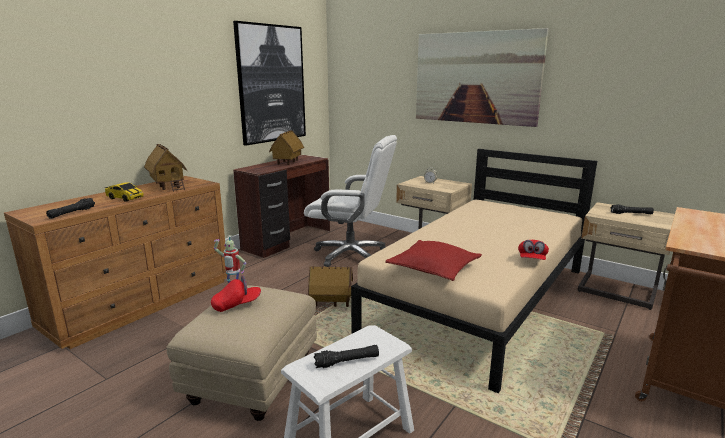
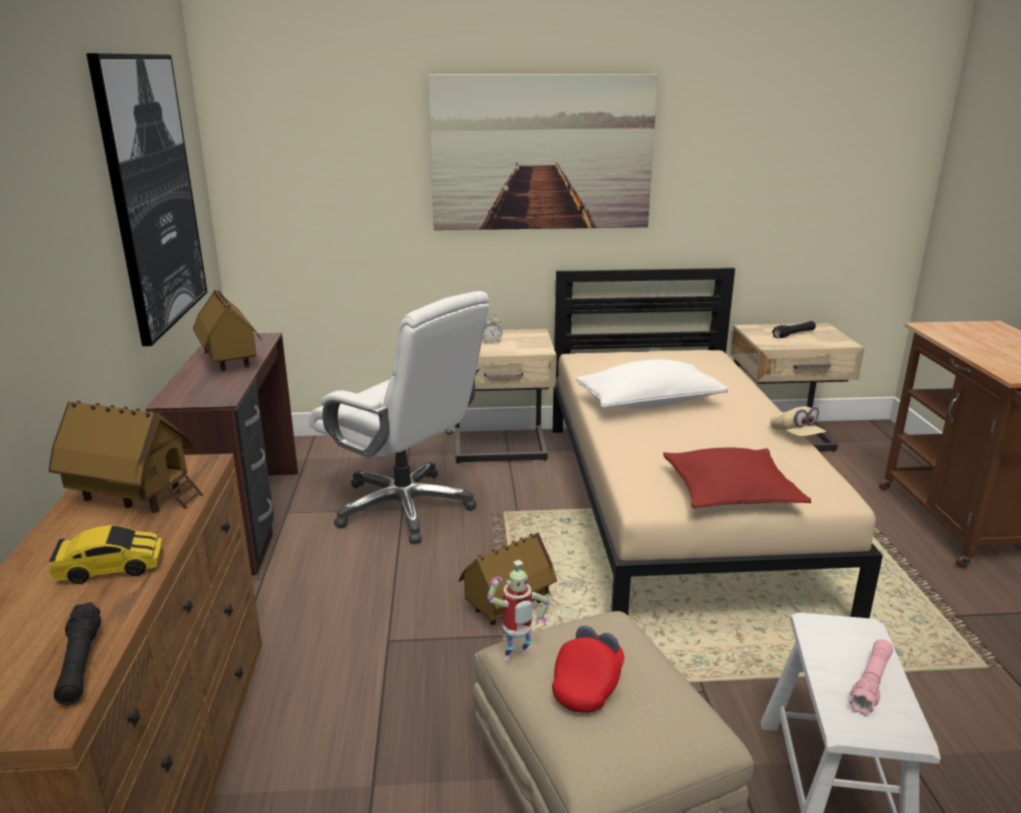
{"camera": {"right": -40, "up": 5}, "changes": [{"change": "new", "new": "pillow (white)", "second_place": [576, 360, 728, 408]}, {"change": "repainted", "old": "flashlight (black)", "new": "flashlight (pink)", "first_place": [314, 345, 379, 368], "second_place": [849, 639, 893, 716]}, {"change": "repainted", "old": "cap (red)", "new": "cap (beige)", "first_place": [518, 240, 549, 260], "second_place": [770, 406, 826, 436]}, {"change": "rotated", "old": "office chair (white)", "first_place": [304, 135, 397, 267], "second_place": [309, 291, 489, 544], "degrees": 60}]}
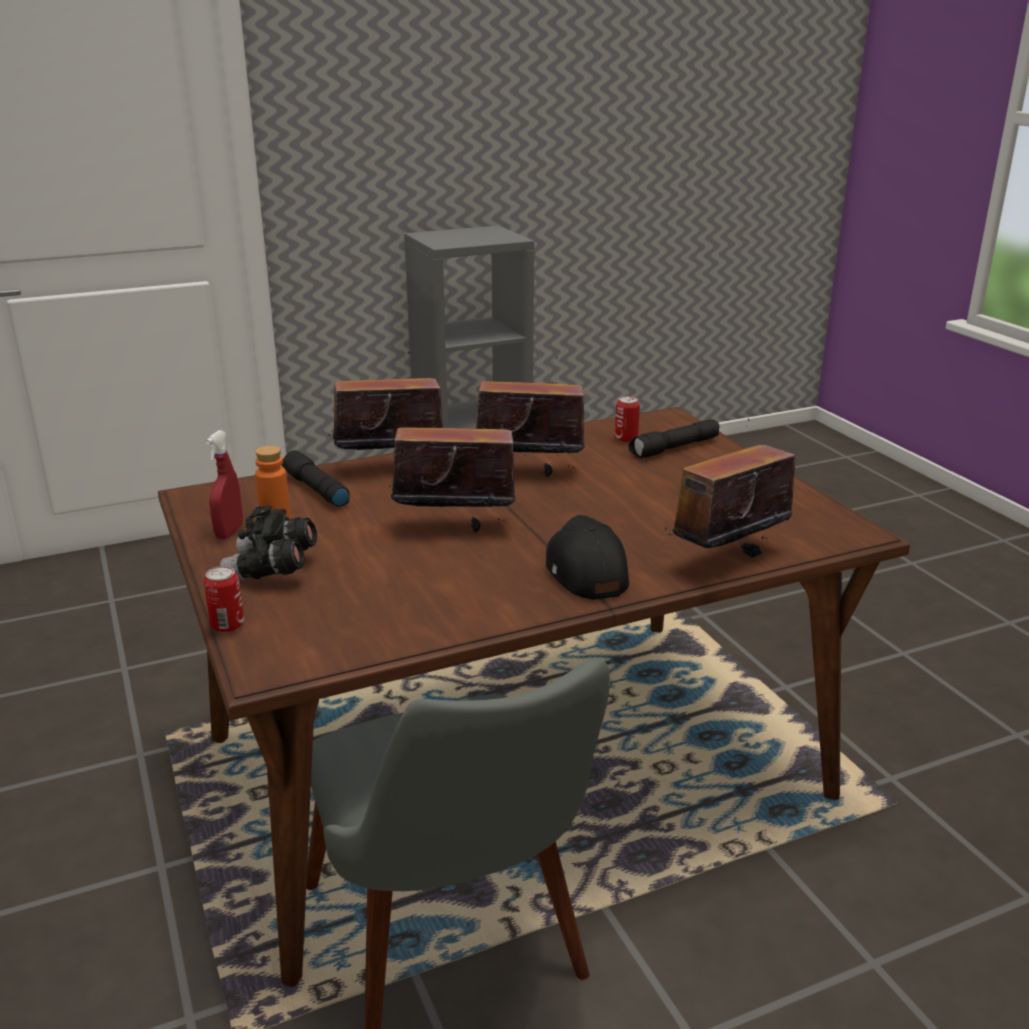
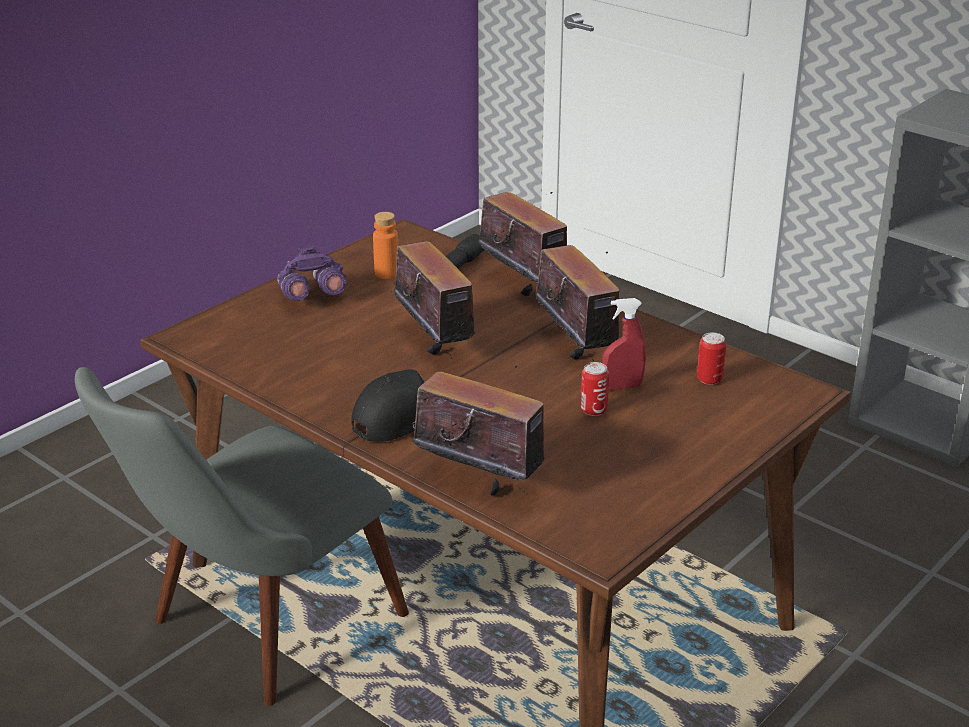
{"camera": {"right": 65, "up": 5}, "changes": [{"change": "gone", "old": "flashlight (black)", "first_place": [629, 419, 720, 458]}, {"change": "shifted", "old": "can", "first_place": [204, 566, 244, 633], "second_place": [580, 362, 609, 416]}, {"change": "shifted", "old": "spray bottle (red)", "first_place": [206, 430, 243, 539], "second_place": [602, 298, 646, 390]}, {"change": "repainted", "old": "binoculars (black)", "new": "binoculars (purple)", "first_place": [220, 505, 317, 580], "second_place": [277, 246, 347, 301]}]}
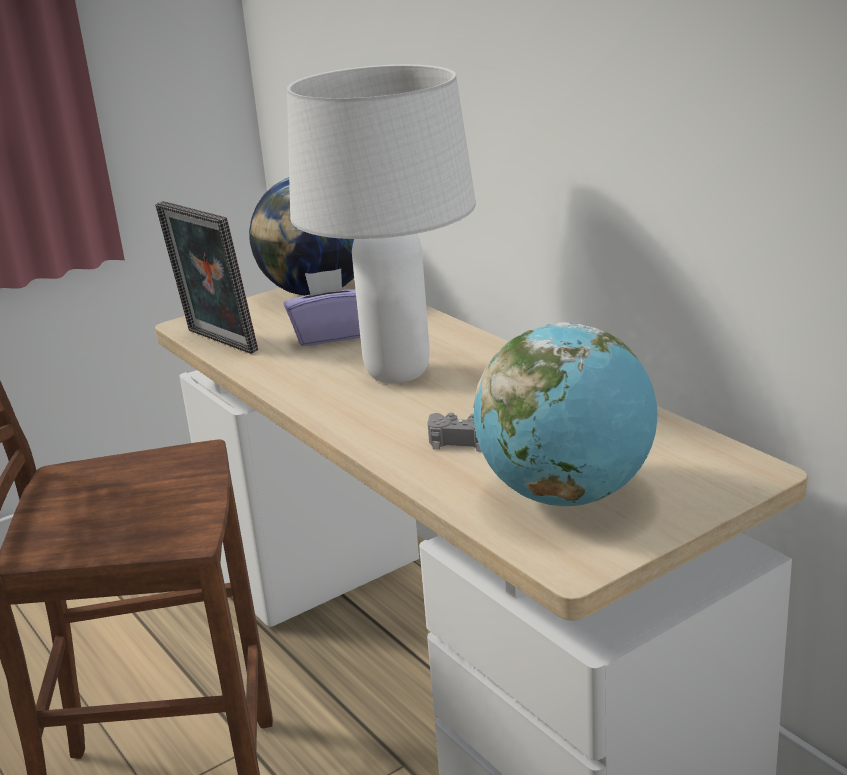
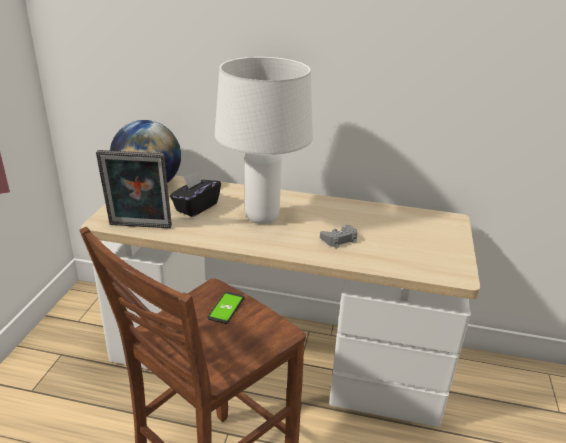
{"camera": {"right": -45, "up": 5}, "changes": [{"change": "gone", "old": "globe", "first_place": [474, 322, 657, 506]}, {"change": "new", "new": "phone", "second_place": [207, 292, 244, 324]}, {"change": "repainted", "old": "tissue box (purple)", "new": "tissue box (black)", "first_place": [284, 269, 360, 346], "second_place": [170, 170, 221, 217]}]}
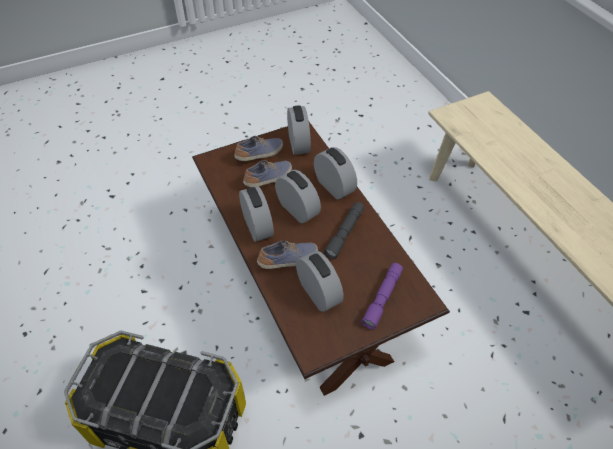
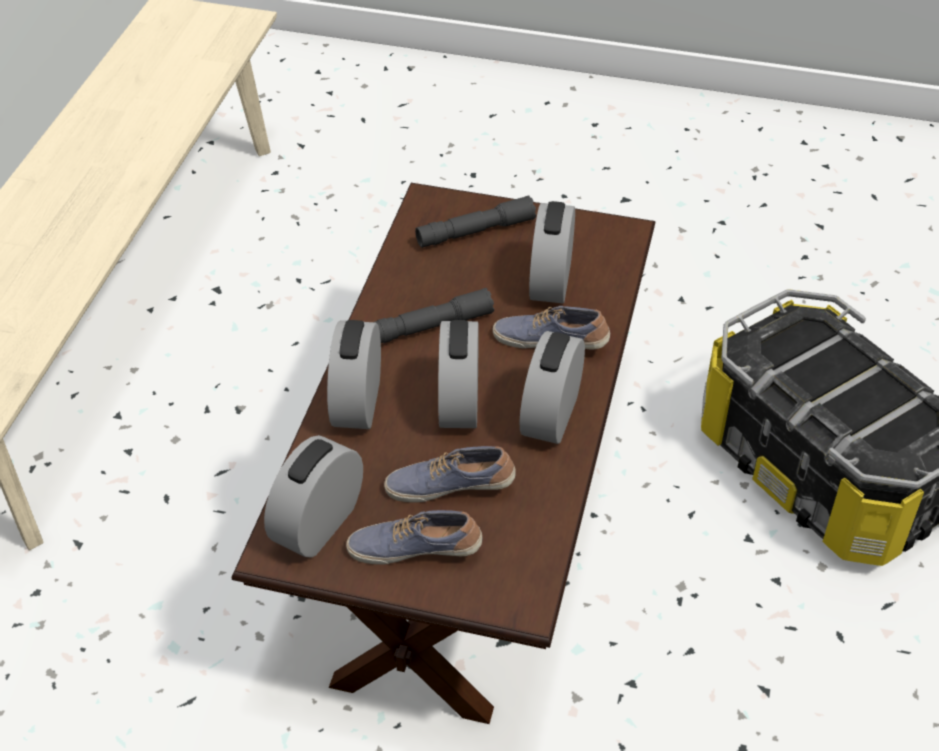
{"camera": {"right": -140, "up": -5}, "changes": [{"change": "repainted", "old": "flashlight (purple)", "new": "flashlight (grey)", "first_place": [361, 263, 403, 330], "second_place": [415, 195, 536, 248]}]}
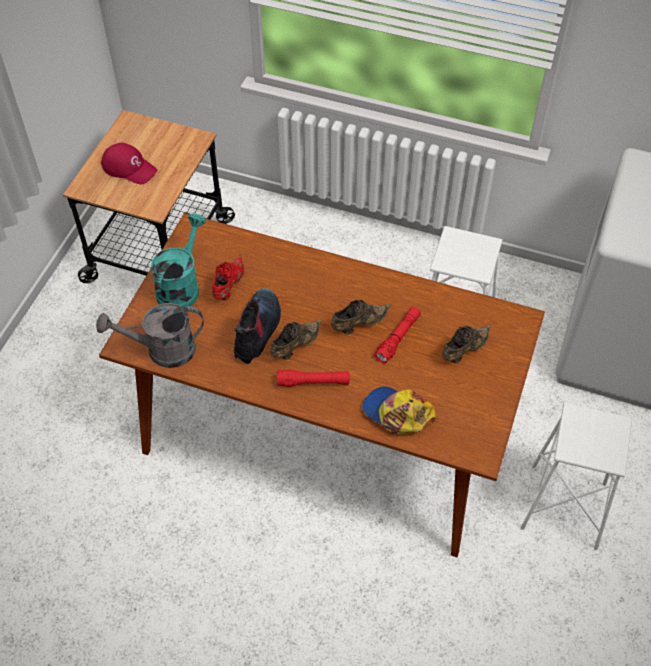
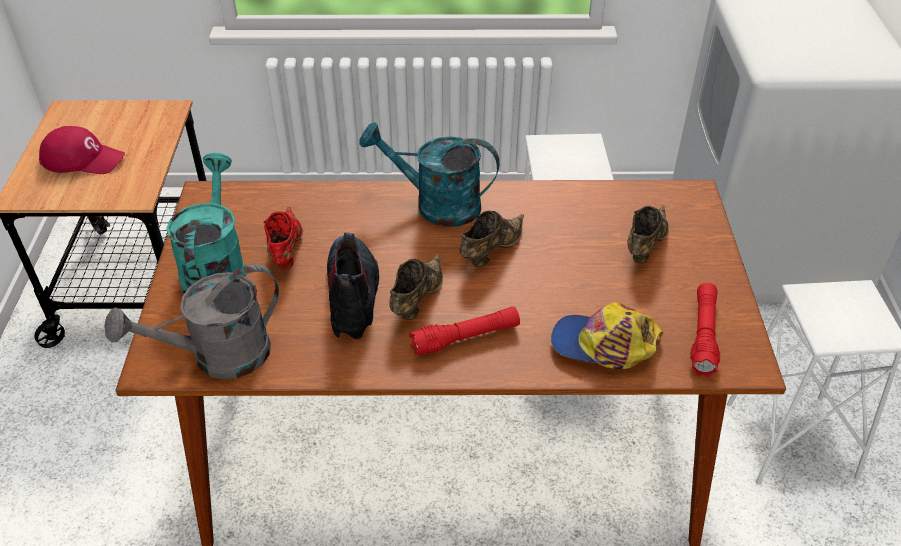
{"camera": {"right": -20, "up": -10}, "changes": [{"change": "new", "new": "watering can (turquoise)", "second_place": [359, 122, 499, 227]}, {"change": "shifted", "old": "flashlight (red)", "first_place": [374, 307, 421, 364], "second_place": [690, 283, 720, 377]}]}
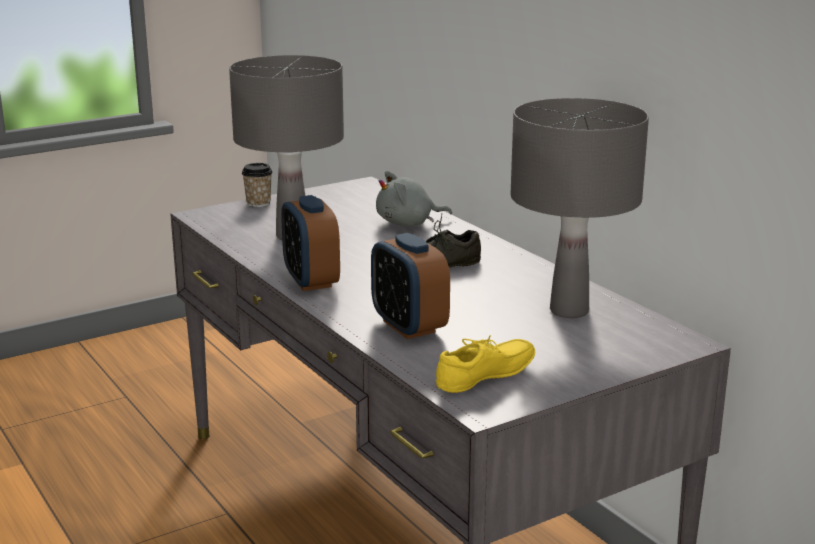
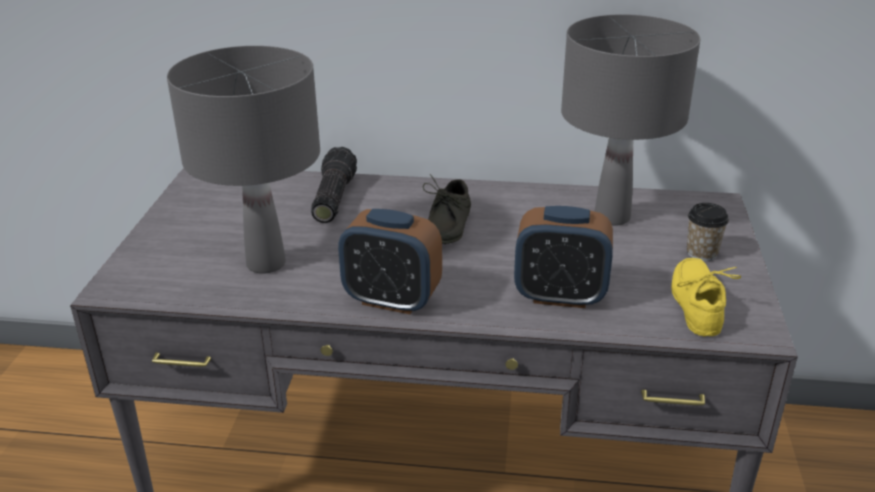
{"camera": {"right": -50, "up": 10}, "changes": [{"change": "shifted", "old": "cup", "first_place": [242, 163, 273, 207], "second_place": [687, 203, 729, 261]}, {"change": "swapped", "old": "plush toy (grey)", "new": "flashlight", "first_place": [376, 171, 452, 226], "second_place": [311, 147, 357, 223]}]}
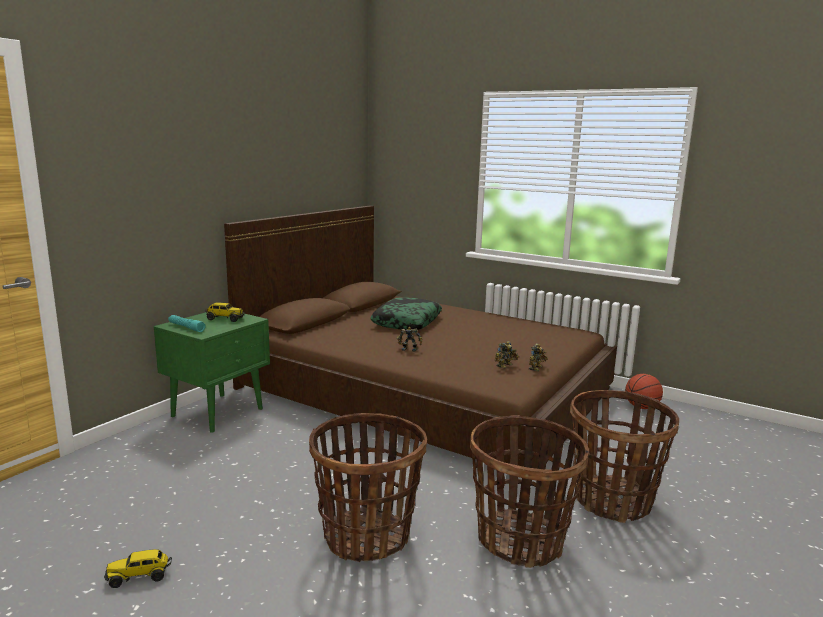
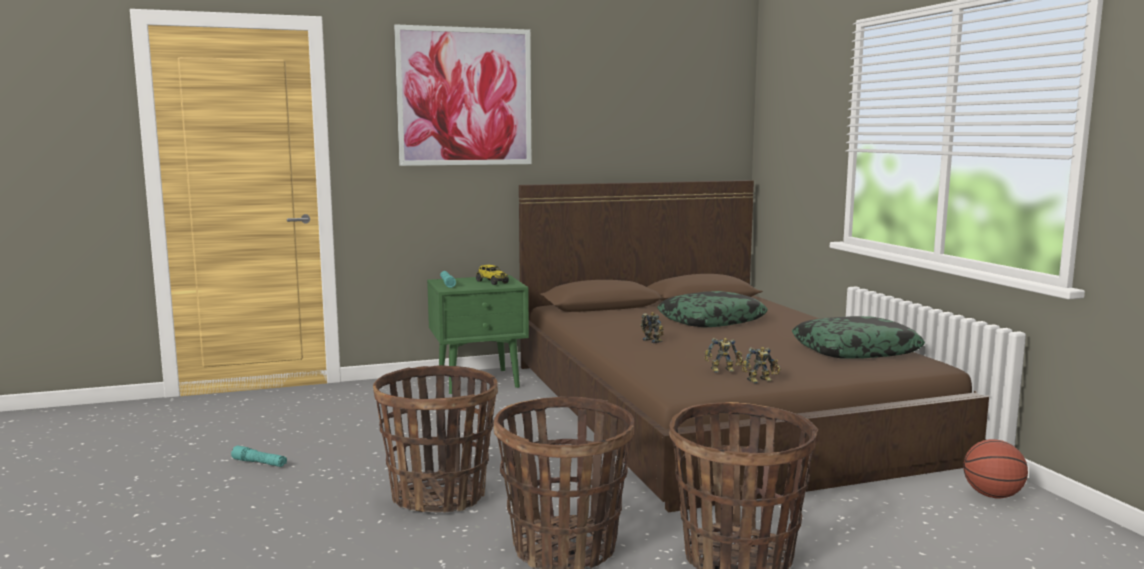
{"camera": {"right": 40, "up": -5}, "changes": [{"change": "new", "new": "picture", "second_place": [394, 24, 532, 166]}, {"change": "new", "new": "pillow", "second_place": [792, 316, 925, 359]}, {"change": "swapped", "old": "toy truck", "new": "flashlight (turquoise)", "first_place": [104, 549, 172, 588], "second_place": [231, 445, 287, 467]}]}
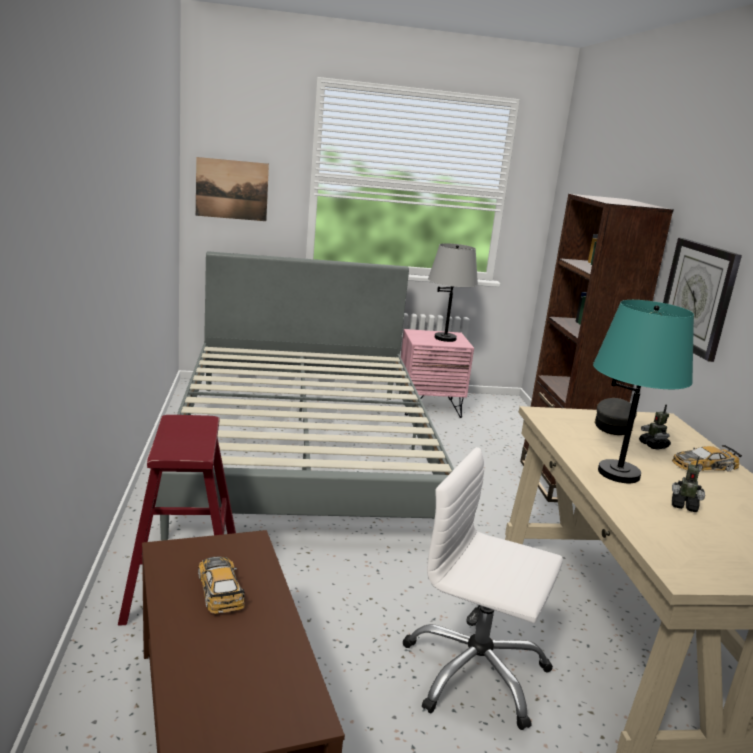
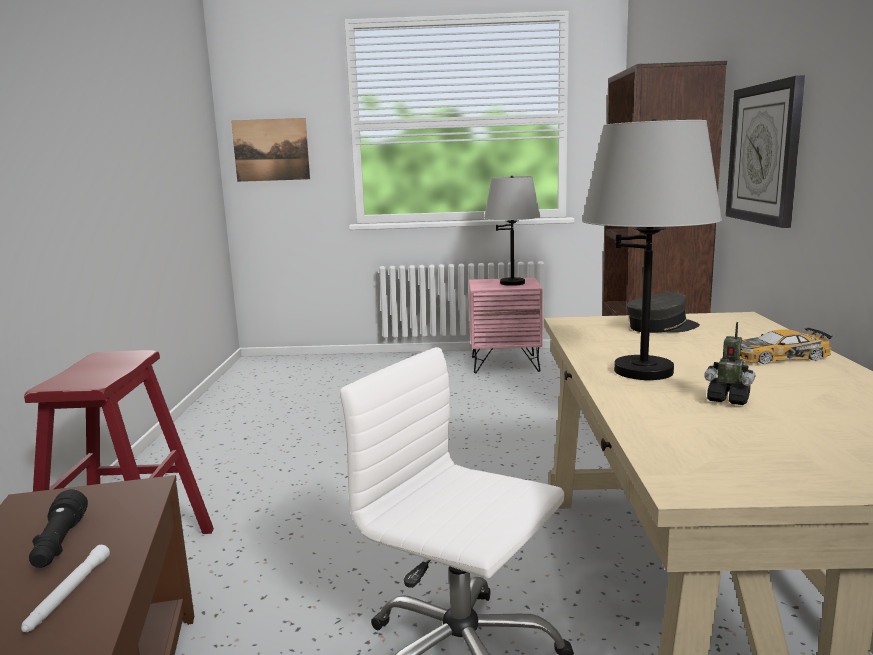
{"camera": {"right": 10, "up": -5}, "changes": [{"change": "gone", "old": "bed (grey)", "first_place": [156, 251, 454, 541]}, {"change": "gone", "old": "toy robot", "first_place": [639, 404, 671, 449]}, {"change": "new", "new": "flashlight (white)", "second_place": [21, 545, 110, 632]}, {"change": "swapped", "old": "toy car", "new": "flashlight (black)", "first_place": [198, 556, 245, 614], "second_place": [29, 489, 88, 568]}, {"change": "repainted", "old": "table lamp (turquoise)", "new": "table lamp (grey)", "first_place": [593, 300, 694, 483], "second_place": [582, 119, 722, 380]}, {"change": "rotated", "old": "cap (grey)", "first_place": [594, 398, 637, 435], "second_place": [626, 292, 700, 333], "degrees": 45}]}
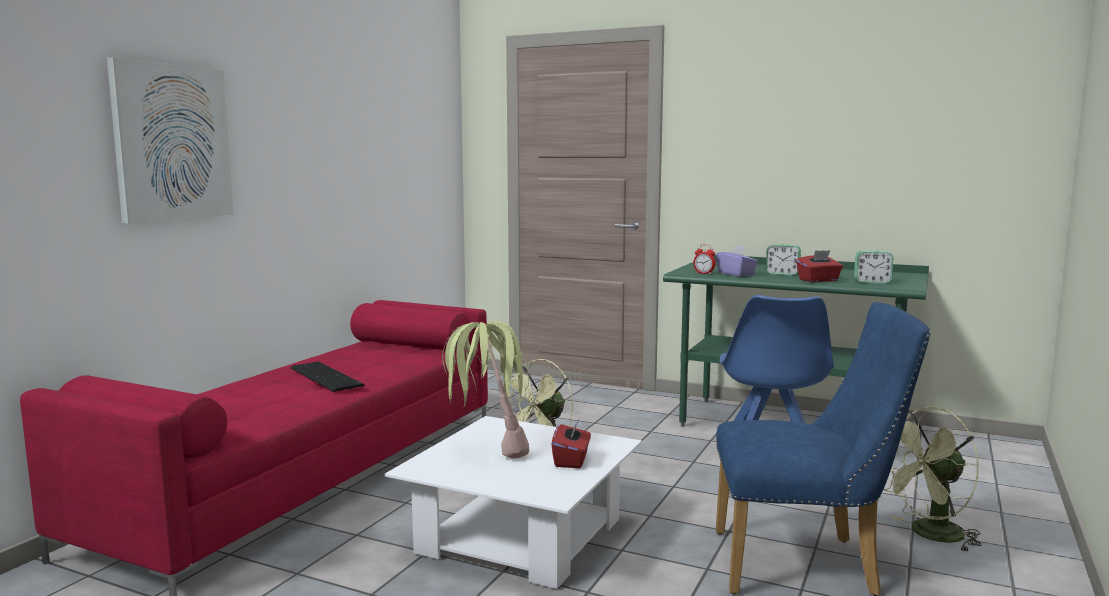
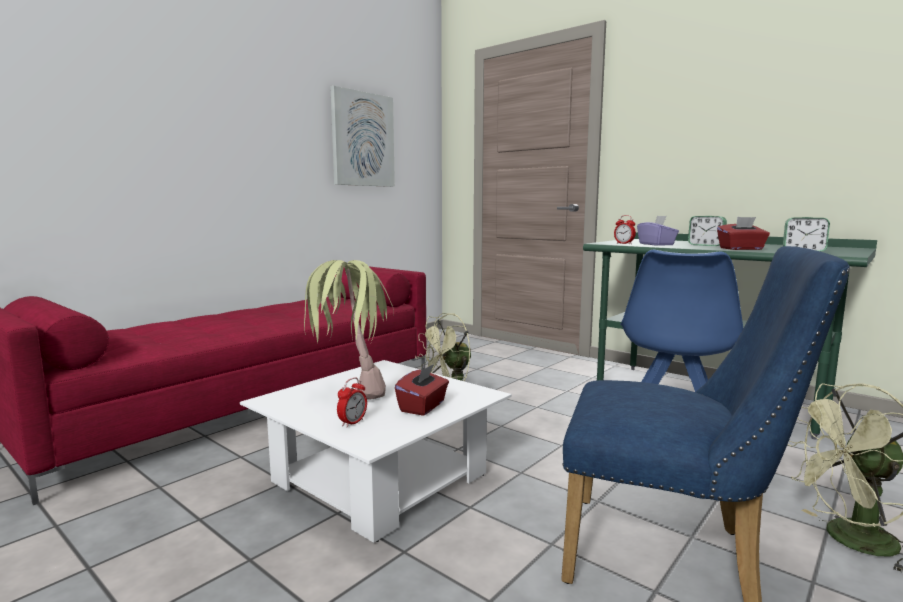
{"camera": {"right": 15, "up": 0}, "changes": [{"change": "gone", "old": "keyboard", "first_place": [290, 362, 365, 392]}, {"change": "new", "new": "alarm clock", "second_place": [337, 377, 367, 428]}, {"change": "shifted", "old": "picture", "first_place": [107, 57, 234, 224], "second_place": [330, 86, 395, 187]}]}
